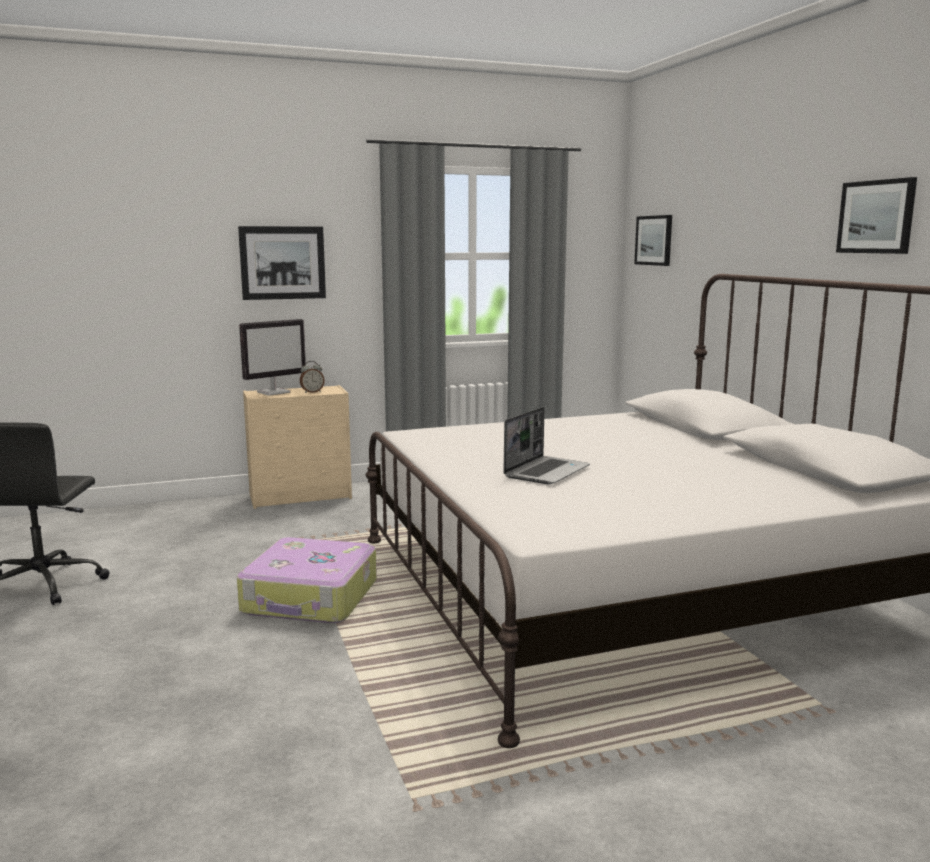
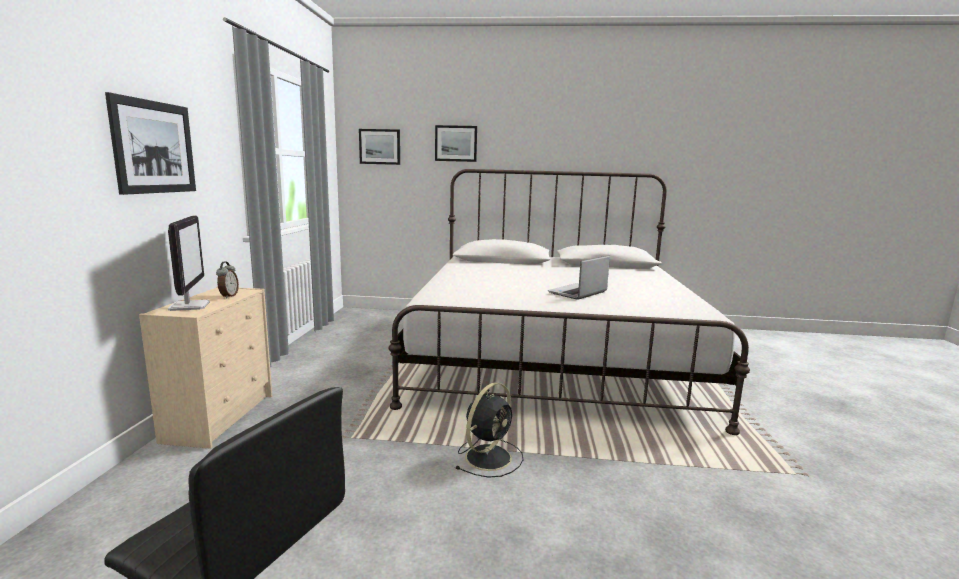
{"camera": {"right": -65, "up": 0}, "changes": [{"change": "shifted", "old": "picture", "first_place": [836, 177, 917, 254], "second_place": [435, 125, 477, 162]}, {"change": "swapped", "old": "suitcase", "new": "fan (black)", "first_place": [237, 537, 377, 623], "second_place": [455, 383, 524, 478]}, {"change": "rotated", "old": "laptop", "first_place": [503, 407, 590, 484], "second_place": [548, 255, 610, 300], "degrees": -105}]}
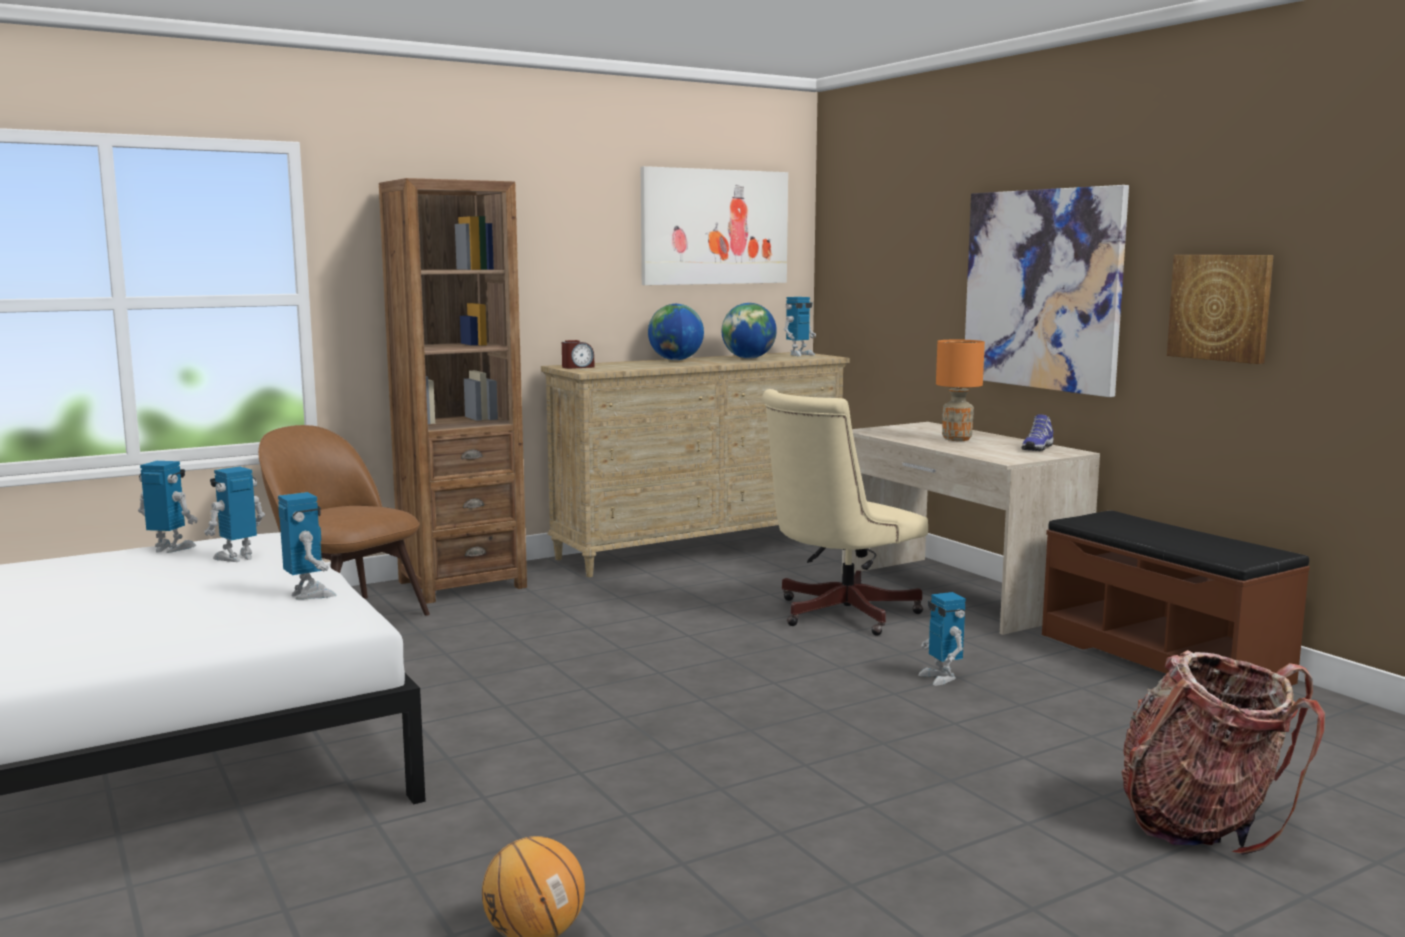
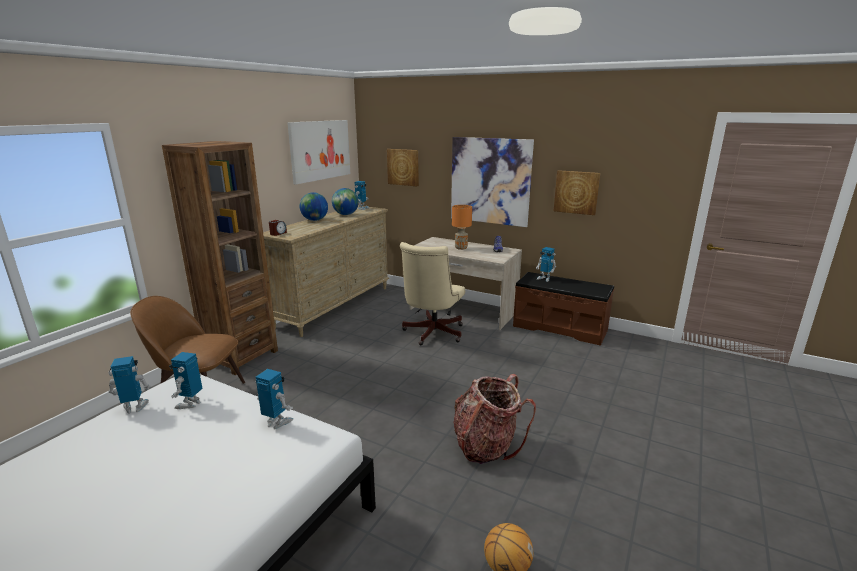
{"camera": {"right": -30, "up": 10}, "changes": [{"change": "new", "new": "picture", "second_place": [387, 149, 419, 186]}, {"change": "shifted", "old": "toy robot", "first_place": [918, 592, 966, 686], "second_place": [536, 247, 556, 282]}, {"change": "shifted", "old": "backpack", "first_place": [1121, 650, 1325, 855], "second_place": [453, 374, 536, 464]}]}
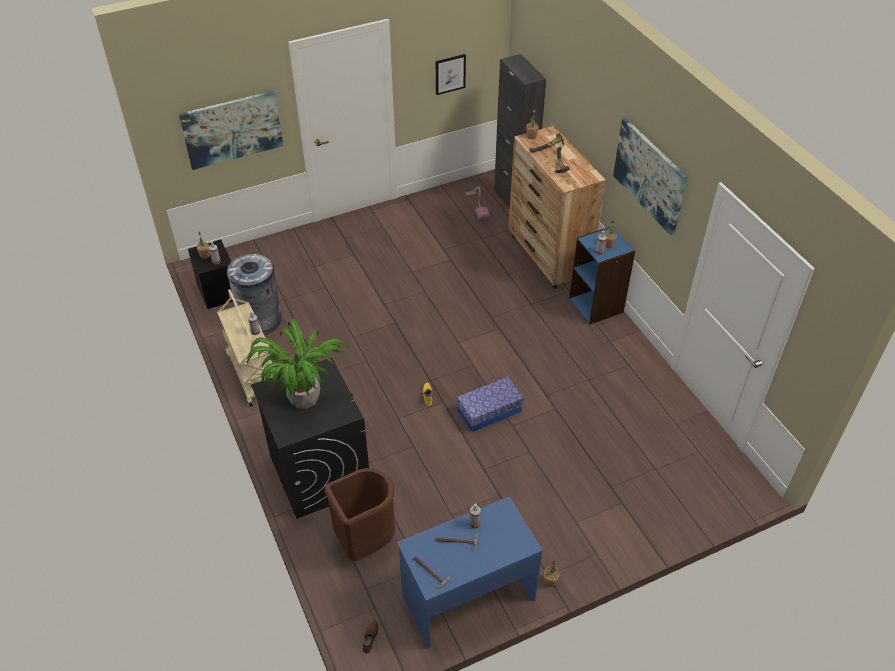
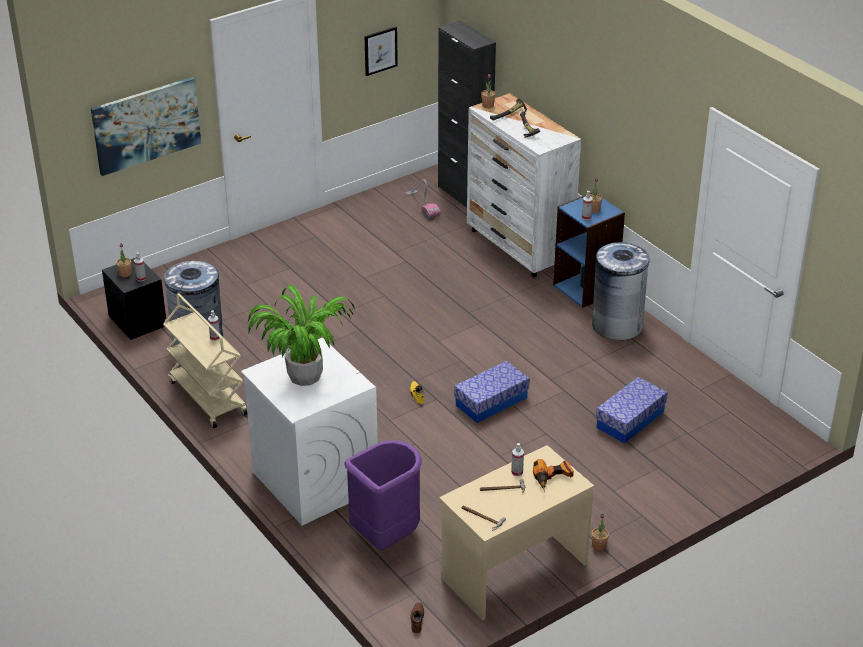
{"camera": {"right": -10, "up": -10}, "changes": [{"change": "gone", "old": "picture", "first_place": [613, 118, 688, 236]}, {"change": "new", "new": "power drill", "second_place": [533, 459, 574, 492]}, {"change": "new", "new": "trash can (grey)", "second_place": [592, 242, 650, 340]}, {"change": "new", "new": "storage box", "second_place": [596, 377, 668, 444]}, {"change": "repainted", "old": "washing machine (black)", "new": "washing machine (white)", "first_place": [251, 358, 369, 519], "second_place": [241, 338, 378, 525]}, {"change": "repainted", "old": "trash can (brown)", "new": "trash can (purple)", "first_place": [324, 468, 395, 561], "second_place": [344, 440, 422, 550]}, {"change": "repainted", "old": "desk (blue)", "new": "desk (beige)", "first_place": [397, 496, 543, 648], "second_place": [439, 445, 594, 621]}, {"change": "repainted", "old": "dresser (brown)", "new": "dresser (white)", "first_place": [509, 126, 606, 289], "second_place": [467, 93, 581, 277]}]}
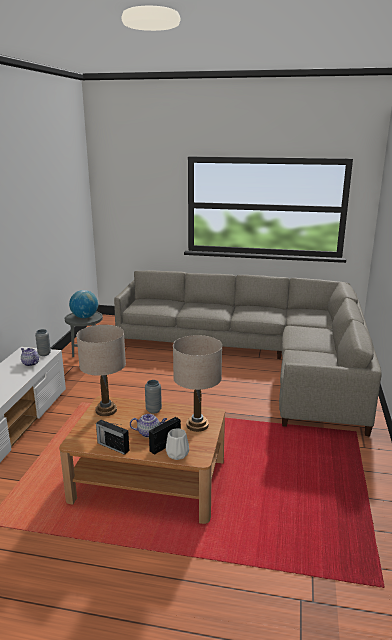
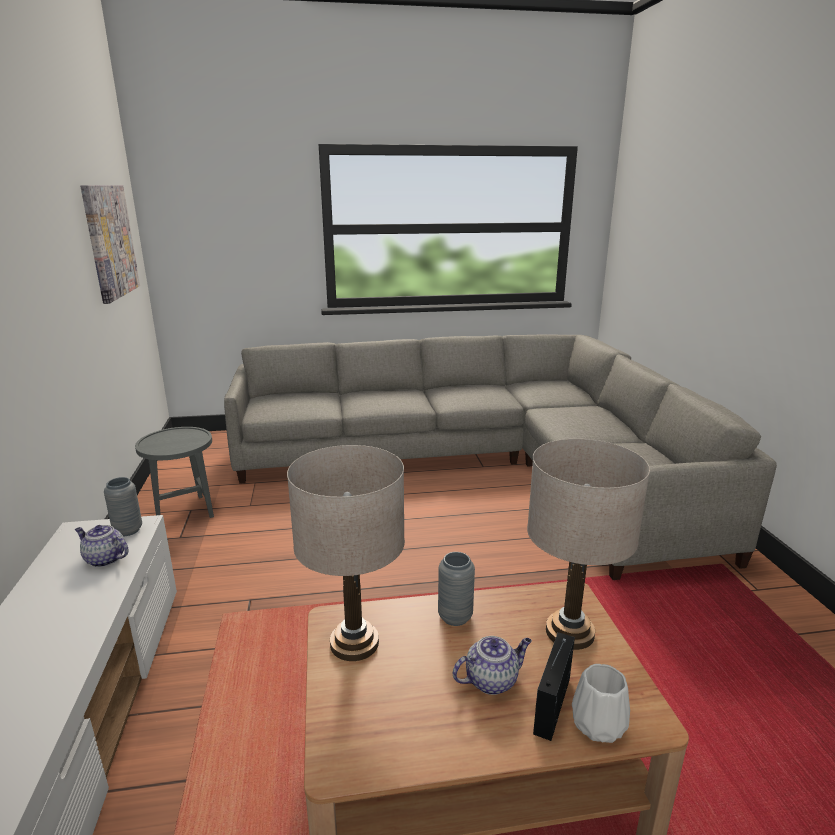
{"camera": {"right": -20, "up": 0}, "changes": [{"change": "gone", "old": "globe", "first_place": [69, 290, 98, 318]}, {"change": "gone", "old": "radio", "first_place": [96, 420, 129, 455]}, {"change": "new", "new": "picture", "second_place": [80, 185, 140, 304]}]}
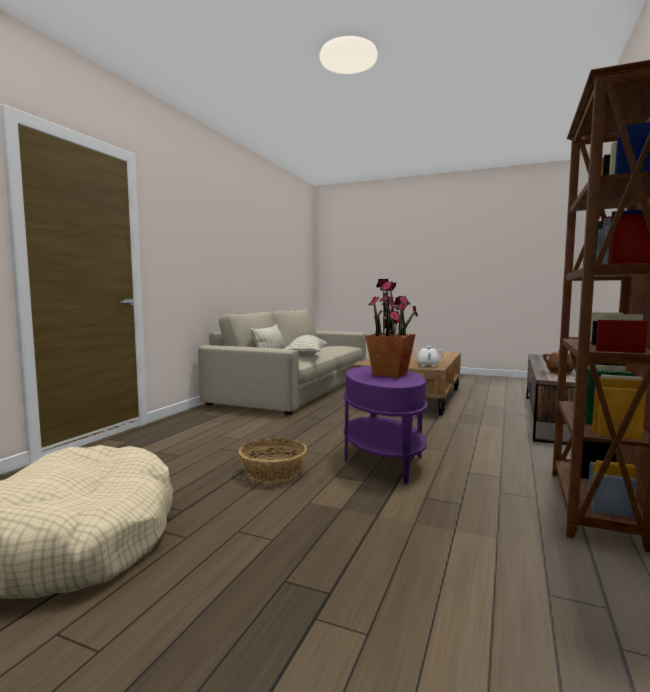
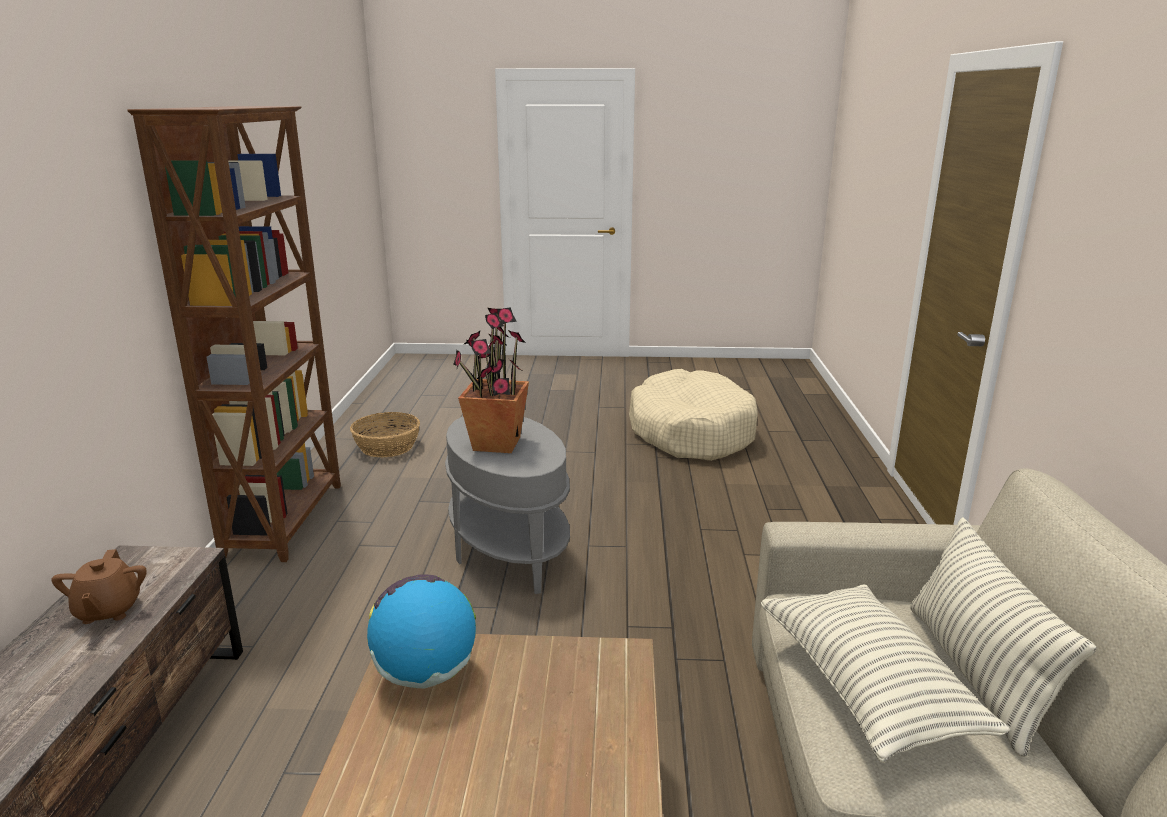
{"camera": {"right": 160, "up": 15}, "changes": [{"change": "shifted", "old": "basket", "first_place": [238, 438, 307, 483], "second_place": [350, 412, 420, 457]}, {"change": "swapped", "old": "teapot (white)", "new": "globe", "first_place": [413, 346, 444, 367], "second_place": [367, 574, 476, 688]}, {"change": "repainted", "old": "side table (purple)", "new": "side table (grey)", "first_place": [344, 366, 428, 484], "second_place": [445, 416, 570, 594]}]}
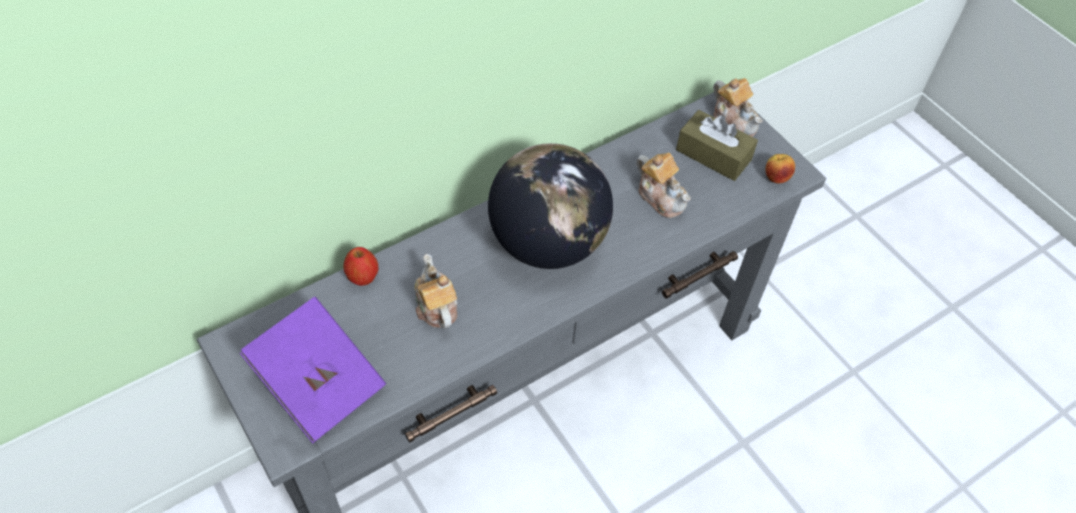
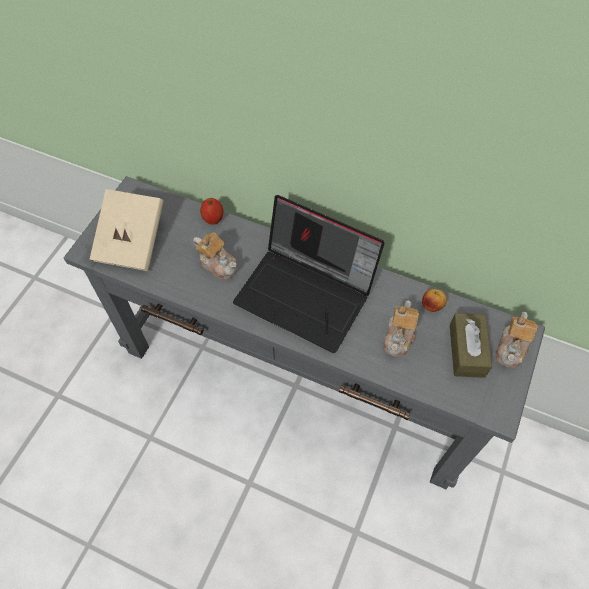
{"camera": {"right": 60, "up": 5}, "changes": [{"change": "shifted", "old": "apple", "first_place": [765, 154, 795, 183], "second_place": [422, 289, 447, 312]}, {"change": "swapped", "old": "globe", "new": "laptop", "first_place": [488, 143, 613, 269], "second_place": [233, 195, 384, 353]}, {"change": "repainted", "old": "book (purple)", "new": "book (beige)", "first_place": [240, 297, 386, 443], "second_place": [90, 189, 164, 271]}, {"change": "rotated", "old": "teapot", "first_place": [414, 254, 457, 328], "second_place": [193, 232, 237, 280], "degrees": 90}]}
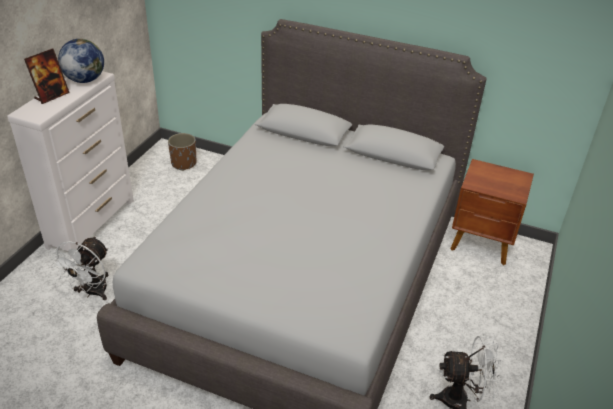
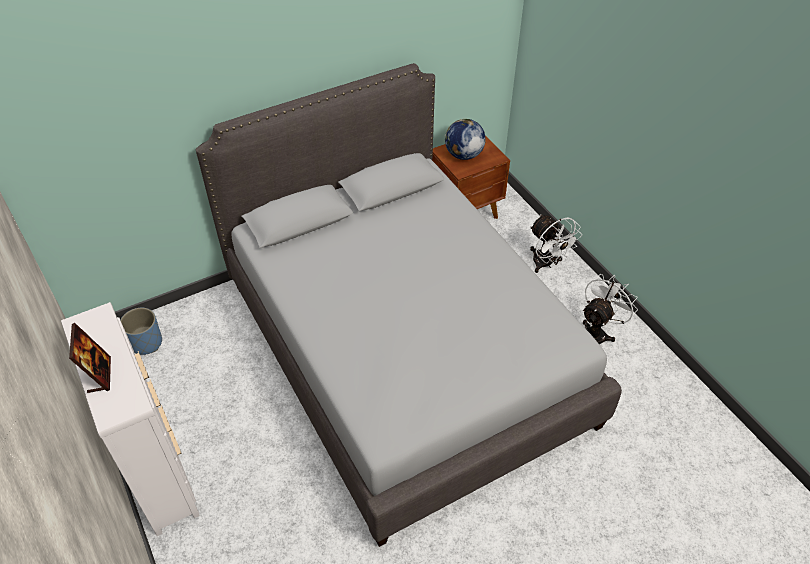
{"camera": {"right": -50, "up": 10}, "changes": [{"change": "shifted", "old": "fan (white)", "first_place": [51, 236, 108, 300], "second_place": [530, 214, 582, 273]}, {"change": "shifted", "old": "globe", "first_place": [58, 39, 104, 83], "second_place": [445, 119, 486, 160]}, {"change": "repainted", "old": "planter (brown)", "new": "planter (blue)", "first_place": [168, 133, 196, 171], "second_place": [120, 308, 162, 355]}]}
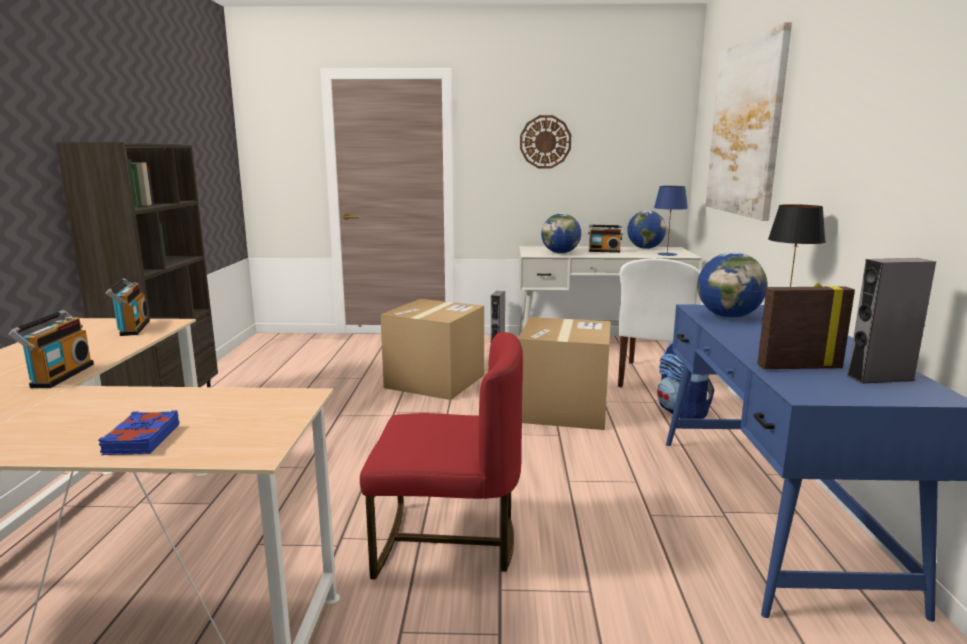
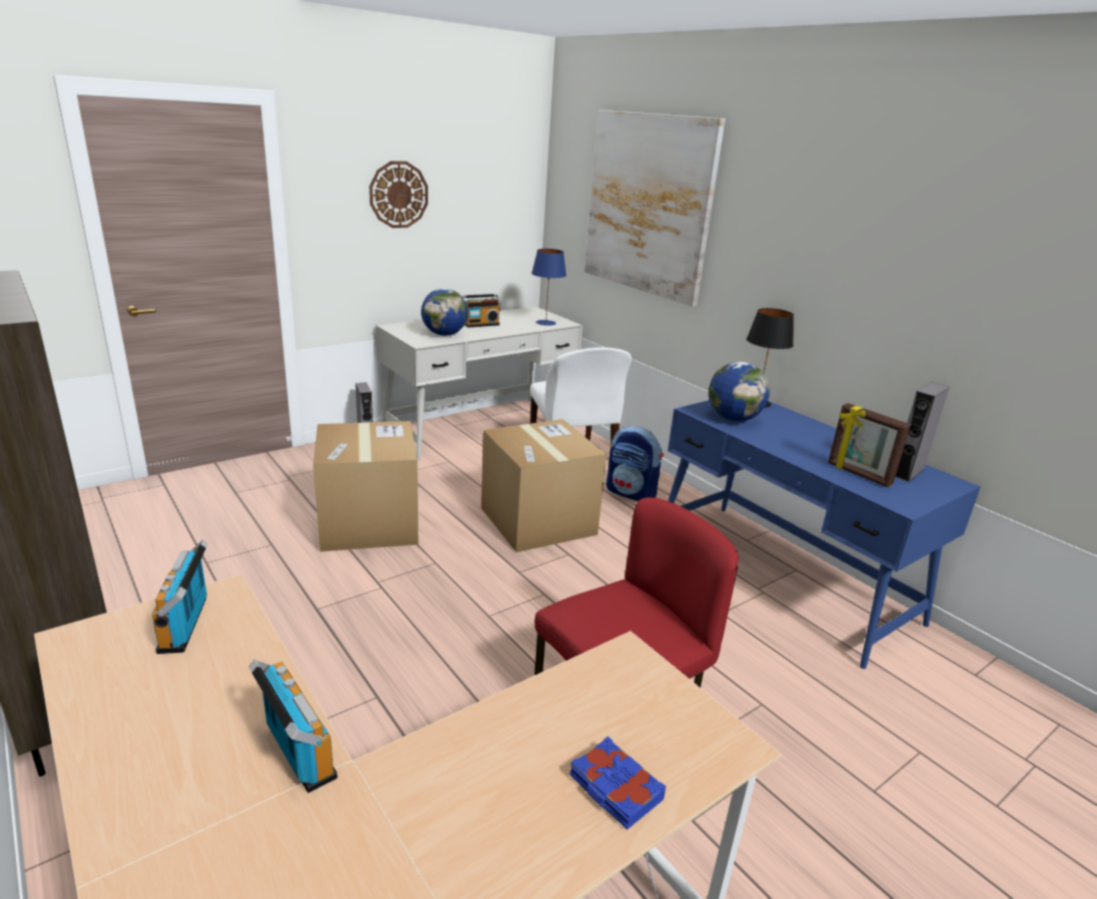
{"camera": {"right": -40, "up": 10}, "changes": [{"change": "gone", "old": "globe", "first_place": [627, 211, 666, 249]}, {"change": "rotated", "old": "radio", "first_place": [105, 278, 150, 336], "second_place": [152, 540, 208, 654], "degrees": -135}, {"change": "rotated", "old": "picture frame", "first_place": [757, 283, 855, 369], "second_place": [828, 403, 911, 487], "degrees": -90}]}
